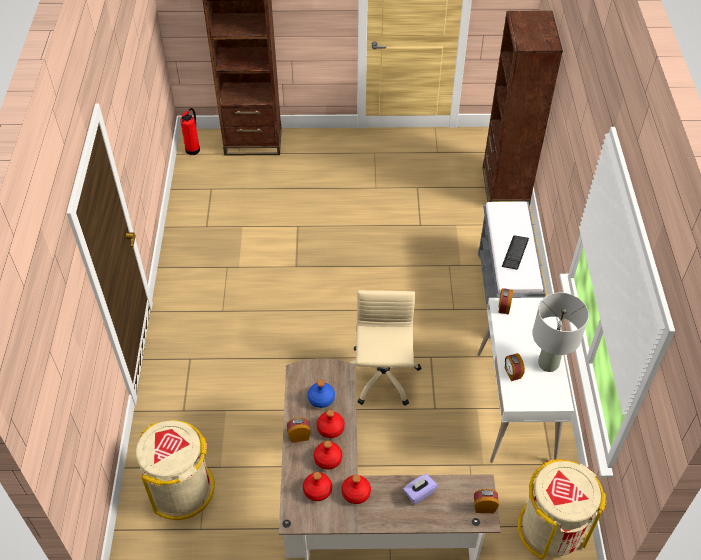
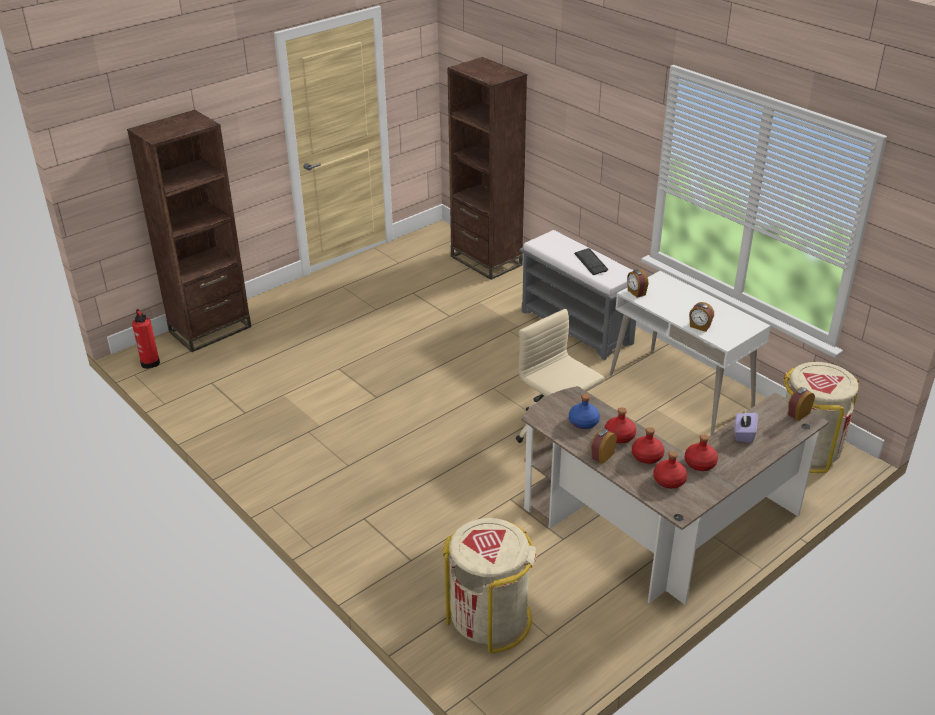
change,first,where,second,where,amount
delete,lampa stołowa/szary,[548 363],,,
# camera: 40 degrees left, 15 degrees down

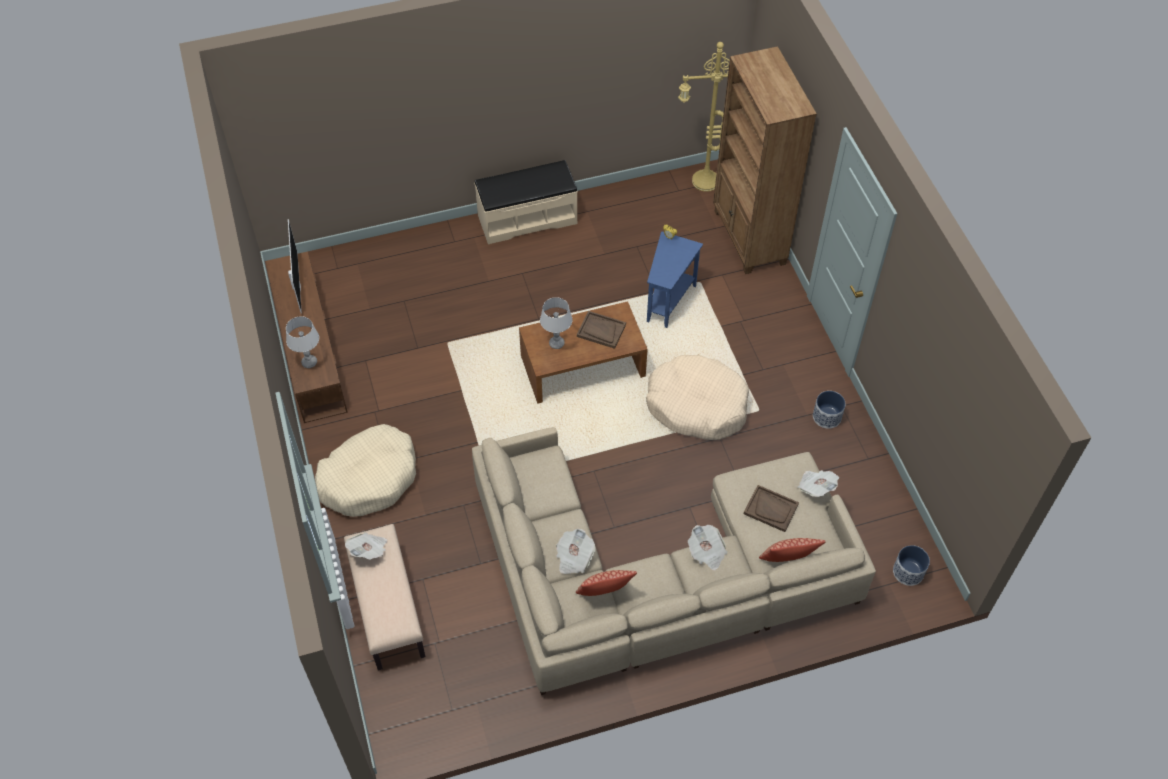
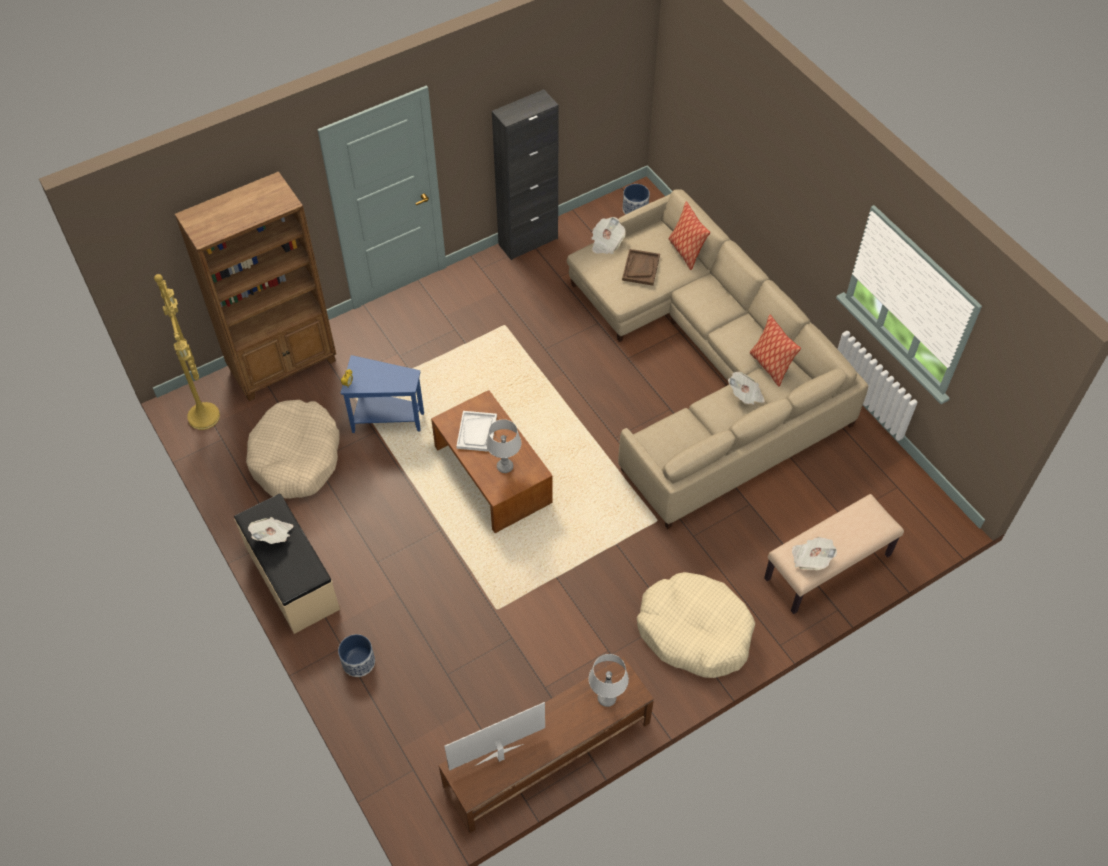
change,first,where,second,where,amount
insert,,,szafka/czarny,[528 241],
move,legowisko/beżowy,[697 405],,[296 458],
move,gazeta,[707 552],,[273 535],
move,donica,[826 417],,[358 662],
recolor,taca/brązowy,[601 330],taca/biały,[477 432],
# camera: 105 degrees left, 0 degrees up

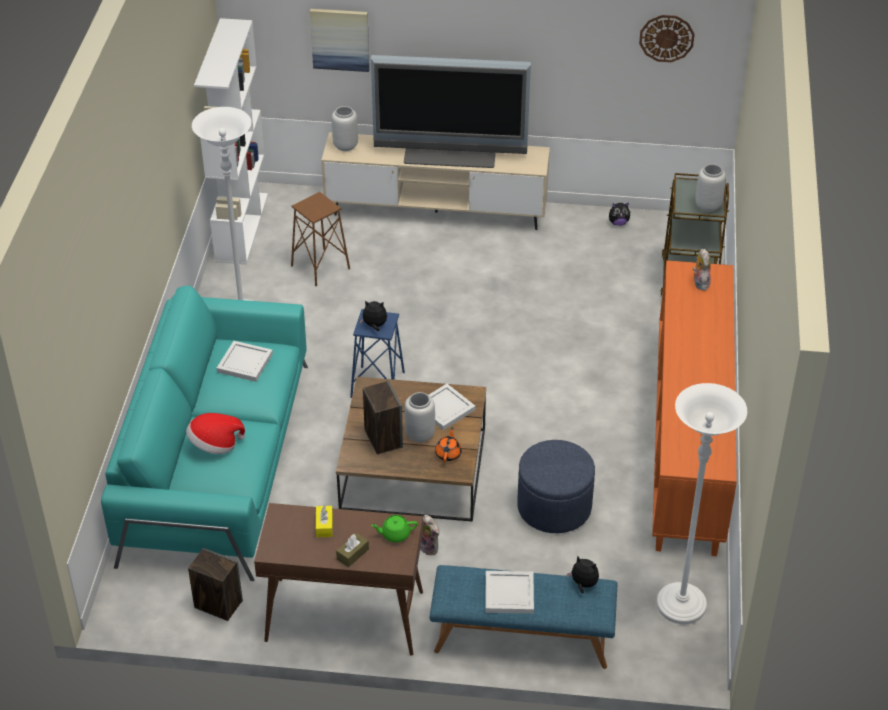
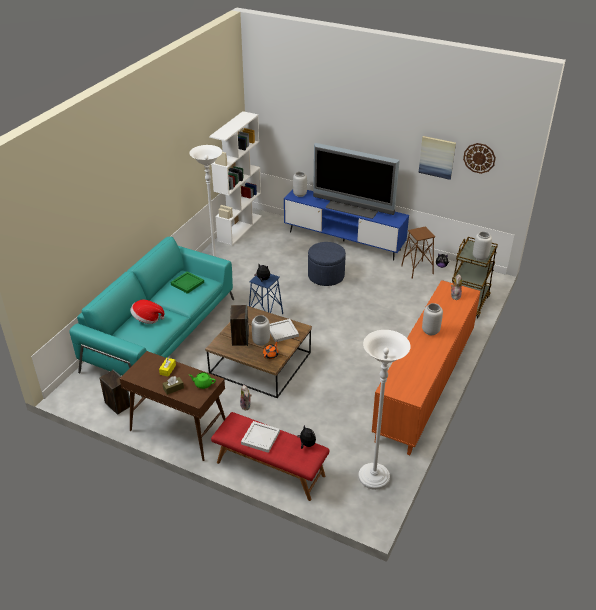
change,first,where,second,where,amount
insert,,,wazon/szary,[431 331],
move,stołek/brązowy,[320 267],,[417 270],
move,obraz,[340 39],,[437 157],
move,pufa/niebieski,[554 507],,[326 276],
recolor,taca/biały,[245 363],taca/zielony,[187 284],
recolor,szafka pod telewizor/beżowy,[436 212],szafka pod telewizor/niebieski,[343 241],
recolor,ławka/niebieski,[522 638],ławka/czerwony,[270 469],
# camera: 20 degrees right, 5 degrees down

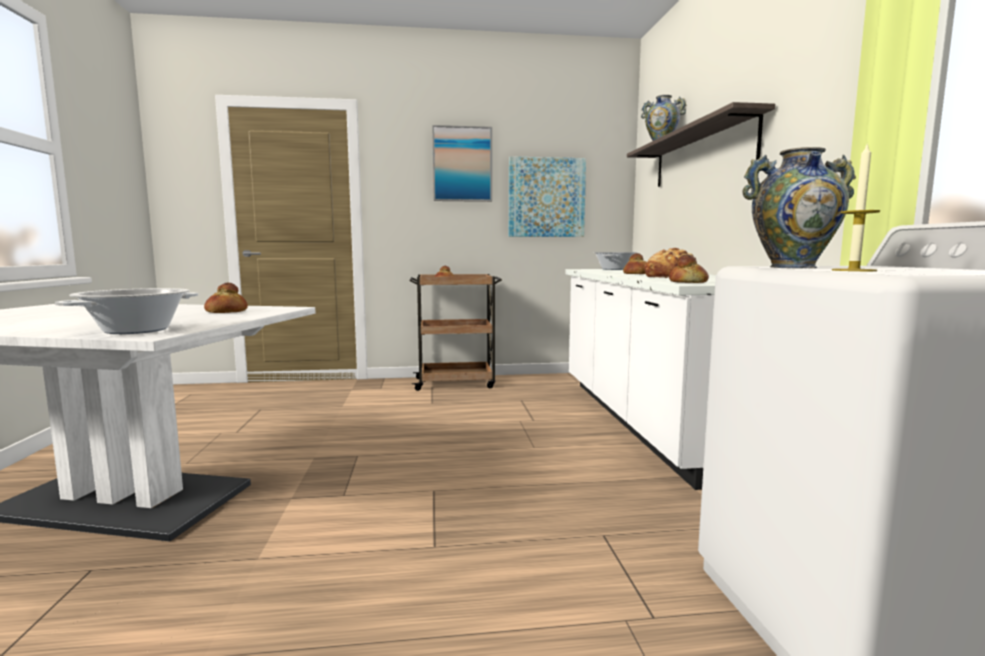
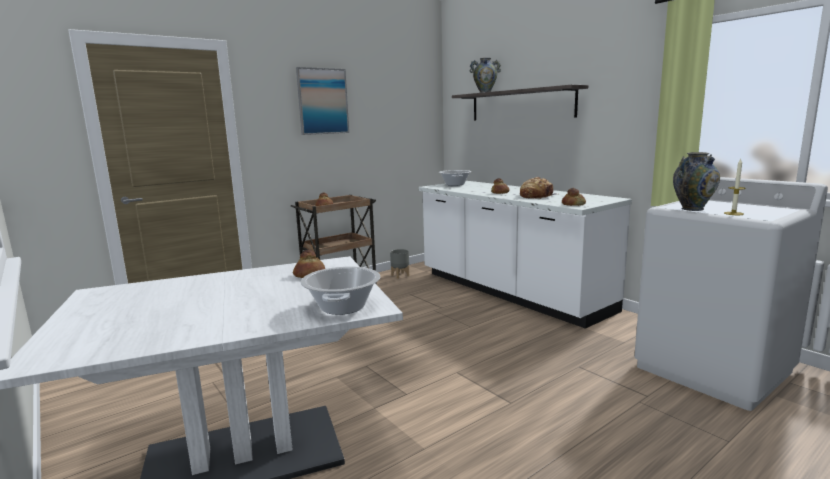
change,first,where,second,where,amount
delete,obraz,[546 197],,,
insert,,,donica/szary,[400 275],
# camera: 30 degrees left, 5 degrees up

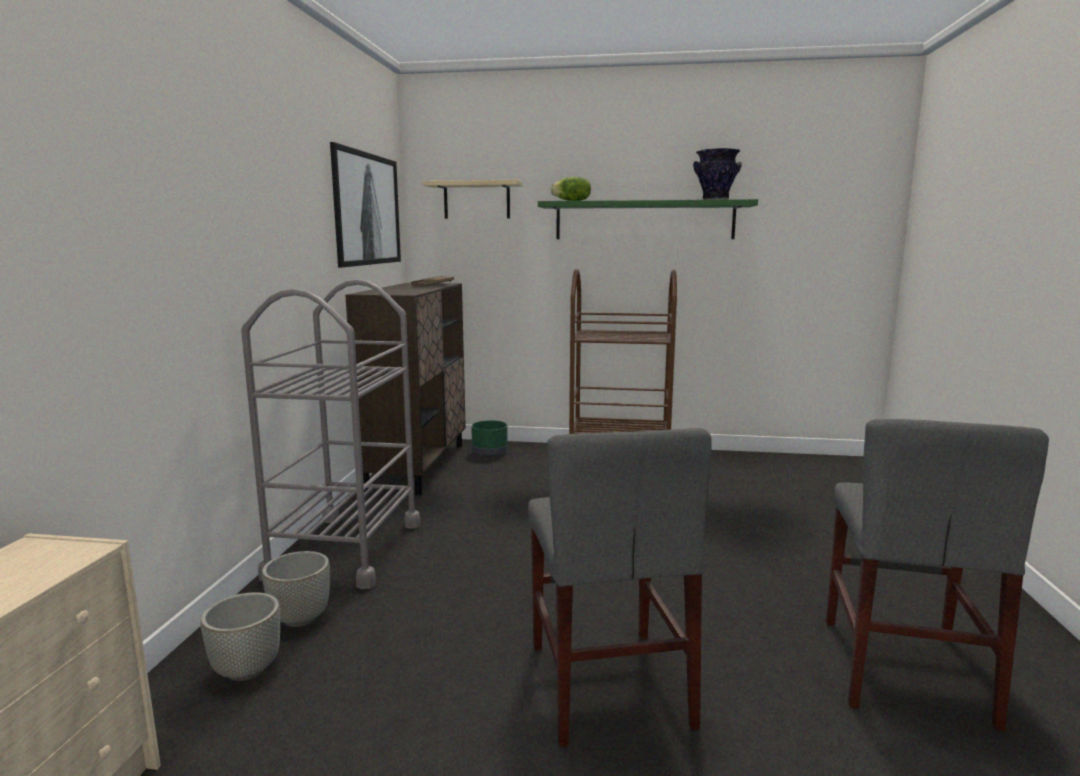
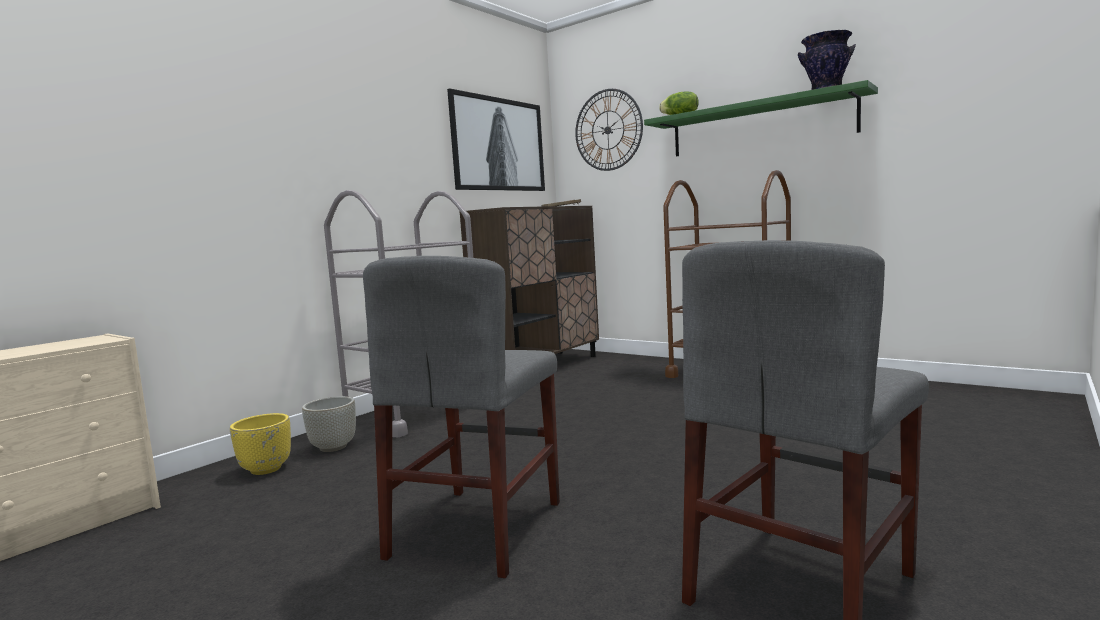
change,first,where,second,where,amount
delete,donica/zielony,[489 452],,,
replace,półka/beżowy,[477 200],zegar ścienny,[608 130],
recolor,donica/szary,[246 670],donica/żółty,[265 469],
# camera: 30 degrees right, 5 degrees down

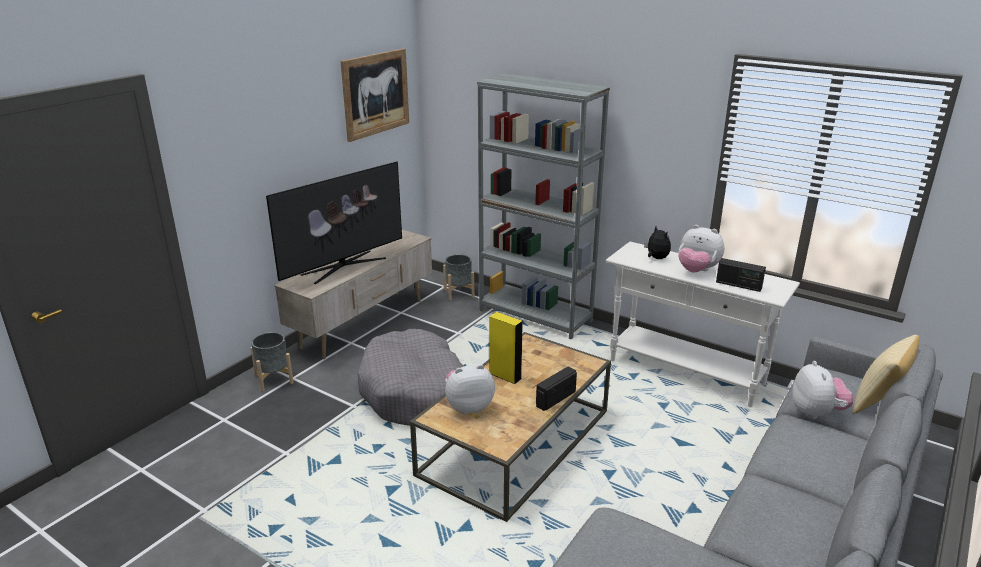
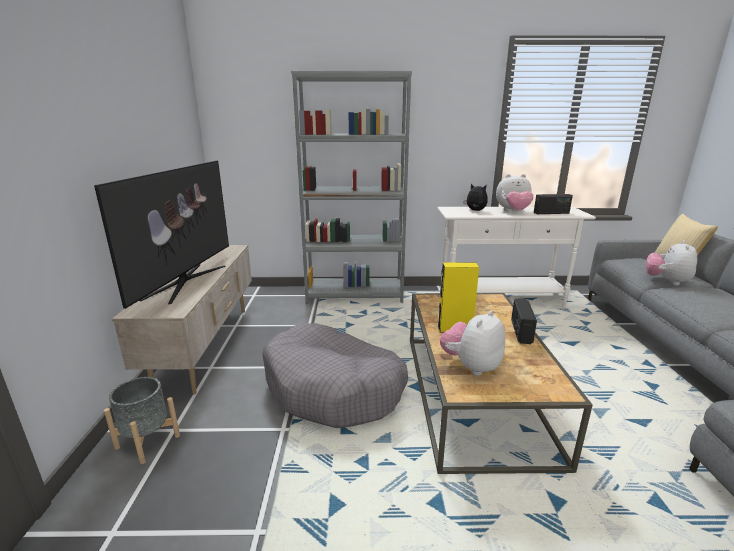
change,first,where,second,where,amount
delete,obraz,[376 94],,,
delete,donica/szary,[458 293],,,
rotate,pluszak,[816 413],,[666 281],120 degrees counterclockwise
# camera: 35 degrees left, 5 degrees down

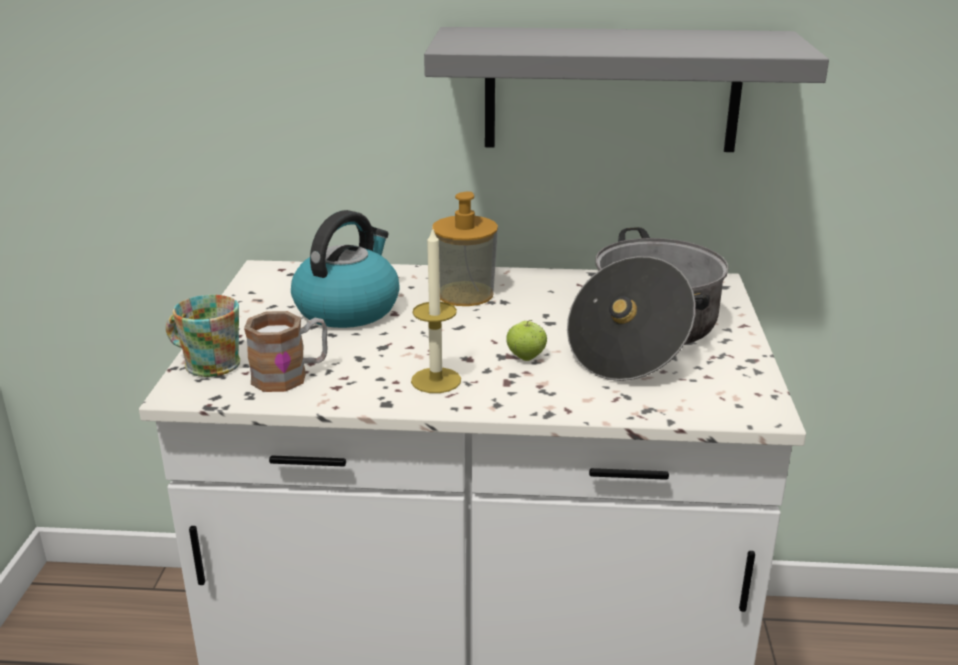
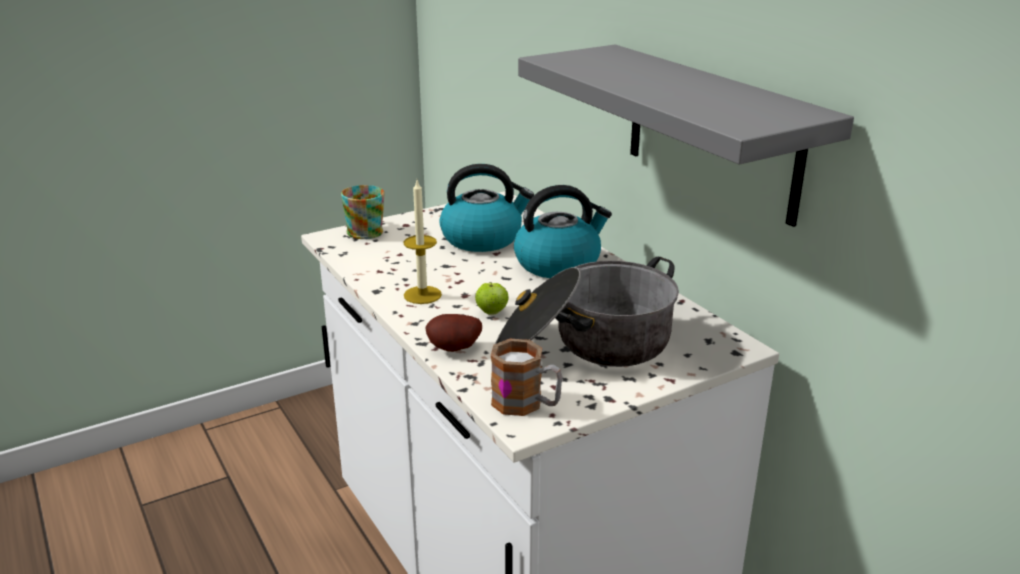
change,first,where,second,where,amount
insert,,,ziemniak,[455 350],
move,kubek,[291 376],,[526 404],
replace,dozownik mydła,[465 294],czajnik,[558 263],
# camera: 55 degrees right, 0 degrees up

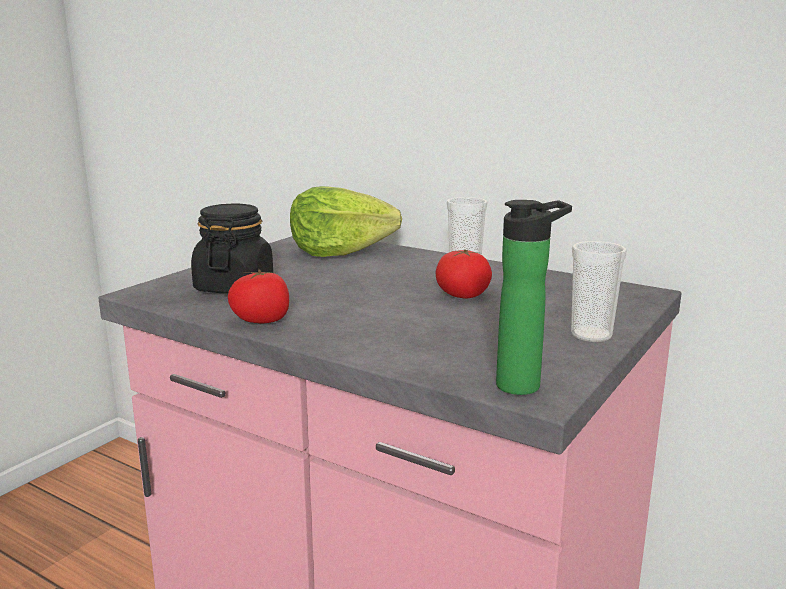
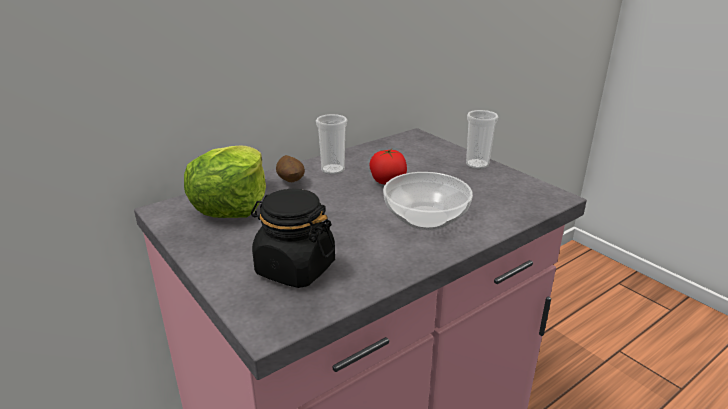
change,first,where,second,where,amount
delete,pomidor,[261 320],,,
delete,butelka,[524 385],,,
insert,,,ziemniak,[291 181],
insert,,,miska,[426 218],
# camera: 70 degrees left, 10 degrees up

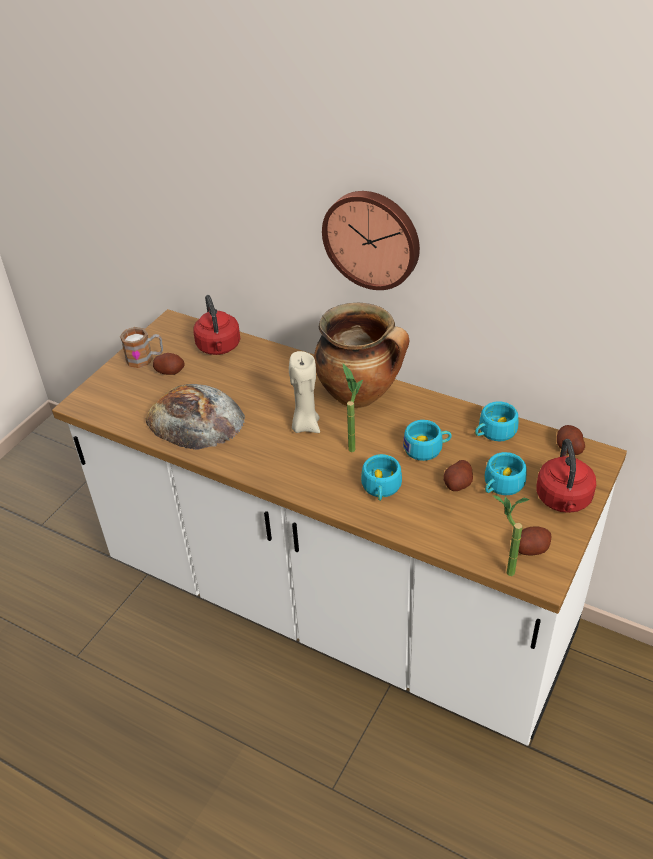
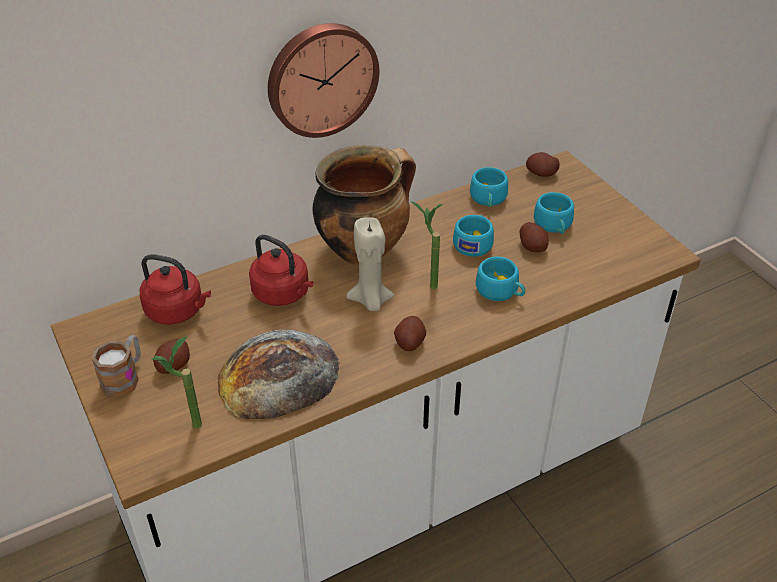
change,first,where,second,where,amount
move,roślina doniczkowa,[502 570],,[188 428],
move,ziemniak,[531 548],,[409 342],
move,czajnik/czerwony,[563 500],,[283 294],
# camera: 60 degrees left, 0 degrees up

